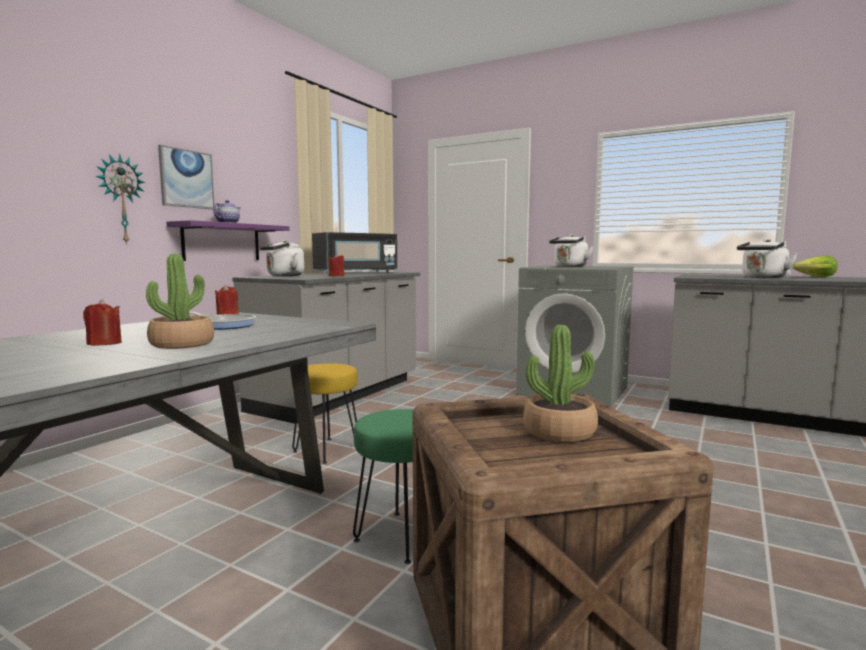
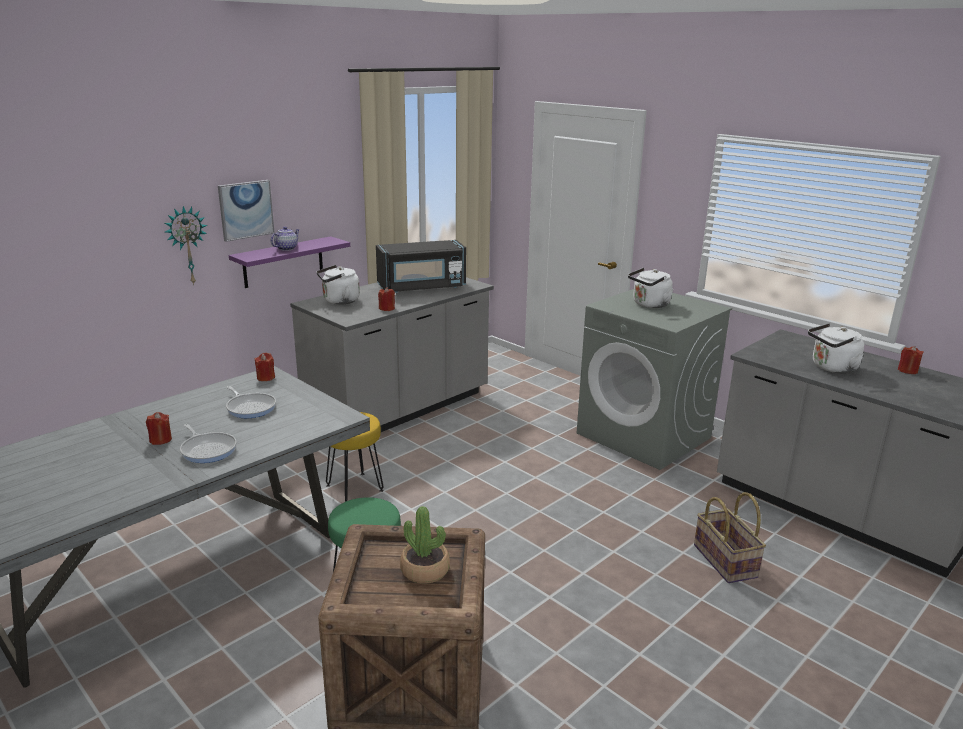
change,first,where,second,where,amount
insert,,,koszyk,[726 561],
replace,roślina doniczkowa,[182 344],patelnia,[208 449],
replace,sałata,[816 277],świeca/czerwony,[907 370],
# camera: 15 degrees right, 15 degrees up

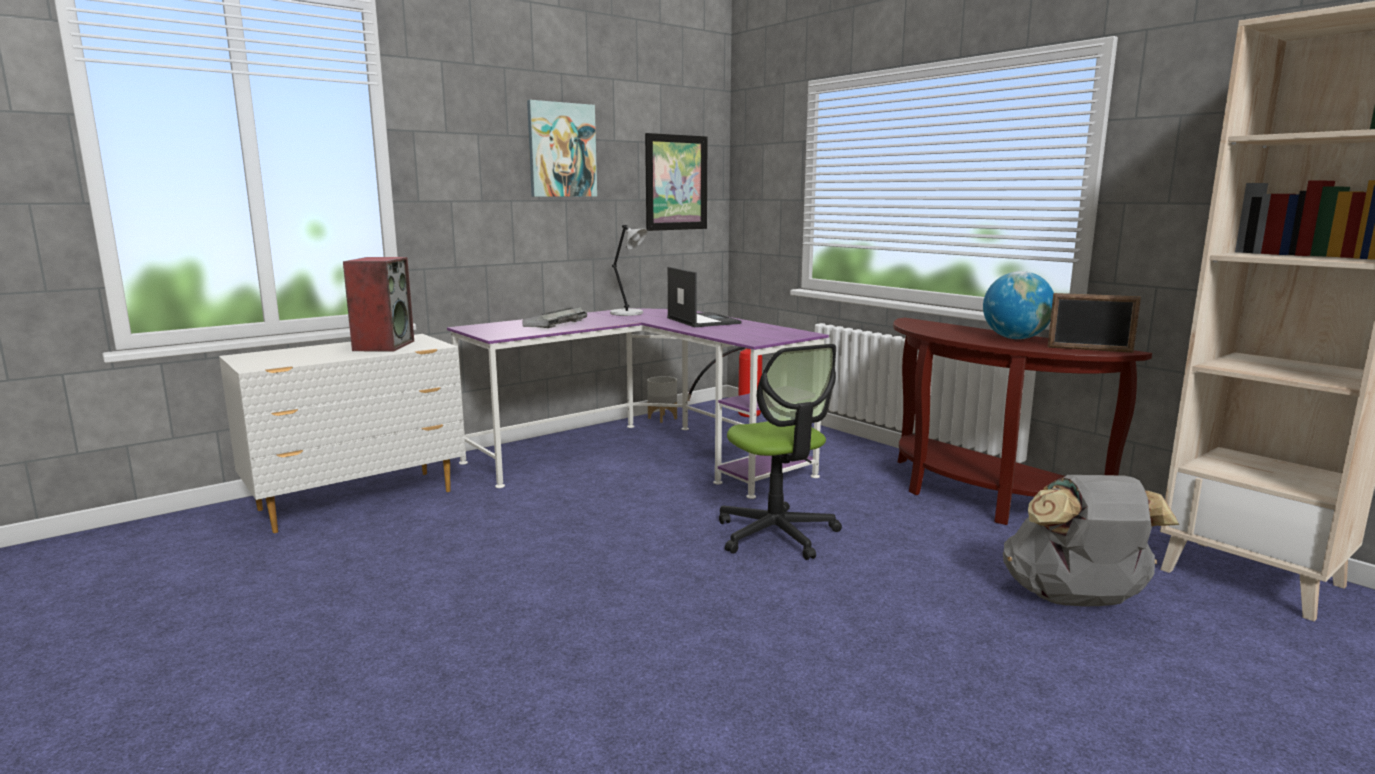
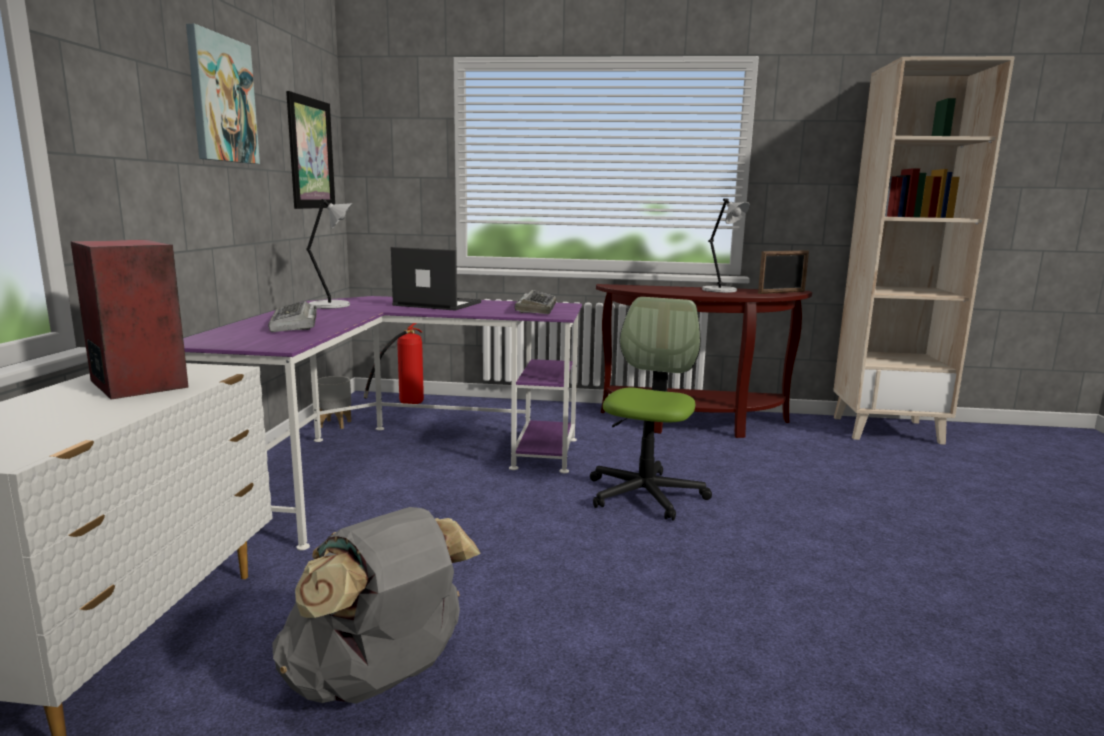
change,first,where,second,where,amount
insert,,,klawiatura,[536 308],
move,plecak/szary,[1075 600],,[378 679],
replace,globus,[1015 338],lampa stołowa/szary,[721 290],
rotate,krzesło biurowe,[776 534],,[645 494],90 degrees counterclockwise
# camera: 45 degrees left, 0 degrees up

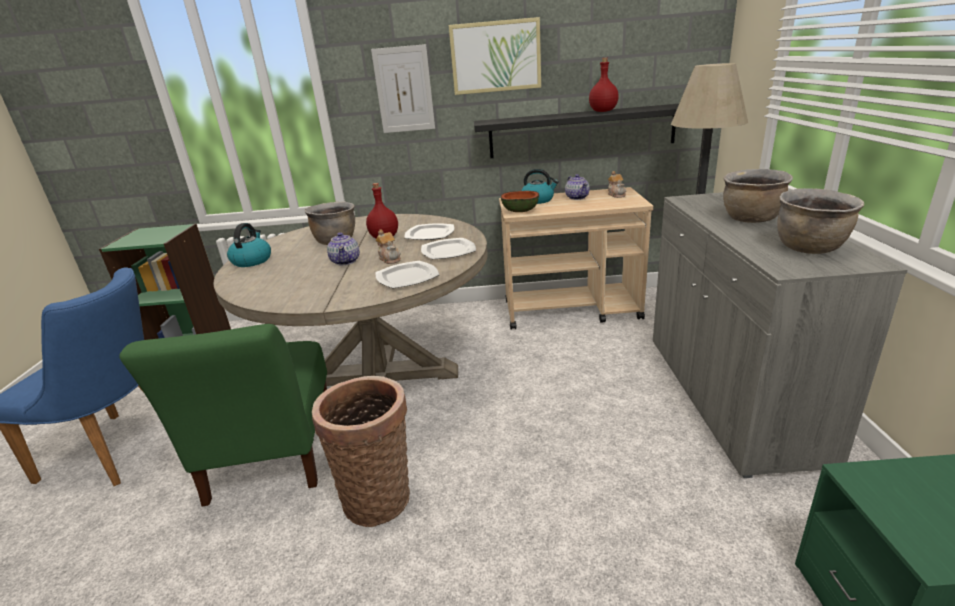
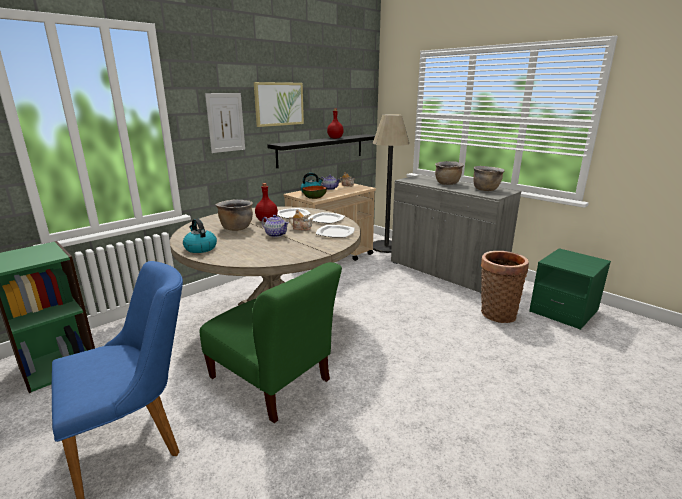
change,first,where,second,where,amount
move,koszyk,[378 495],,[496 313],
# camera: 45 degrees left, 5 degrees down

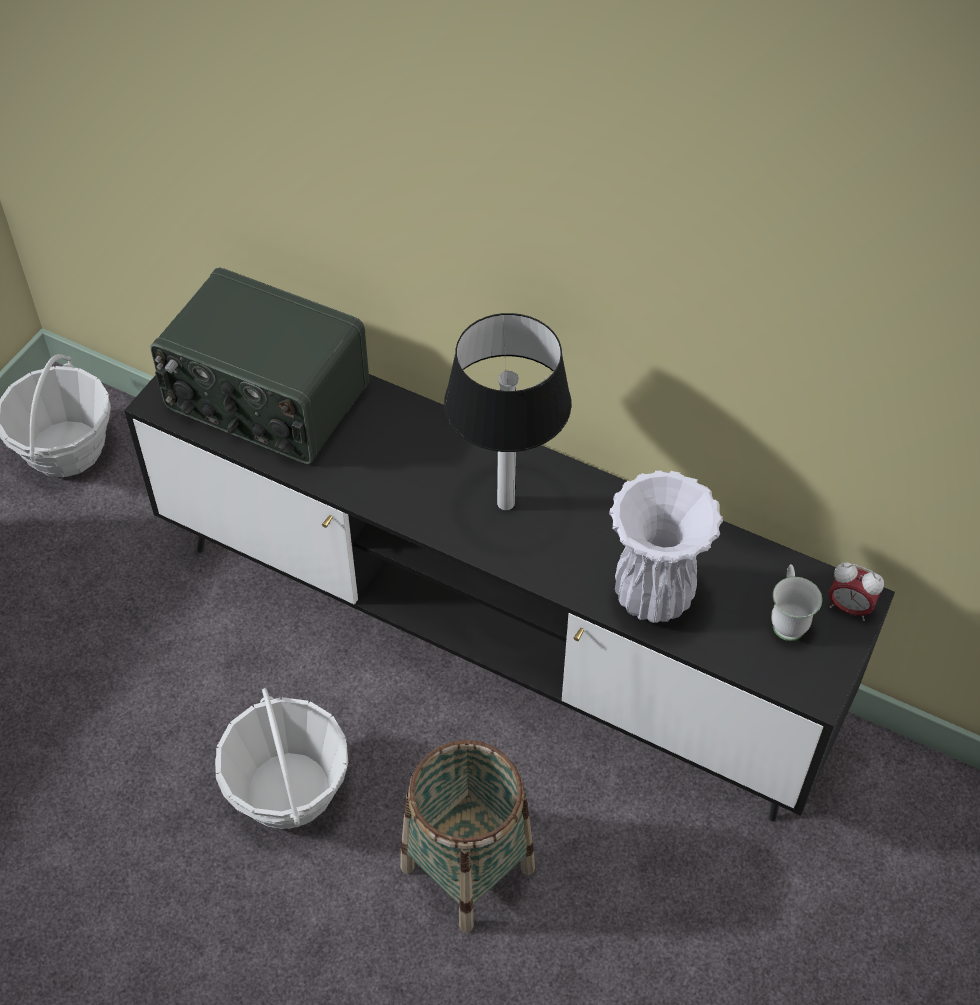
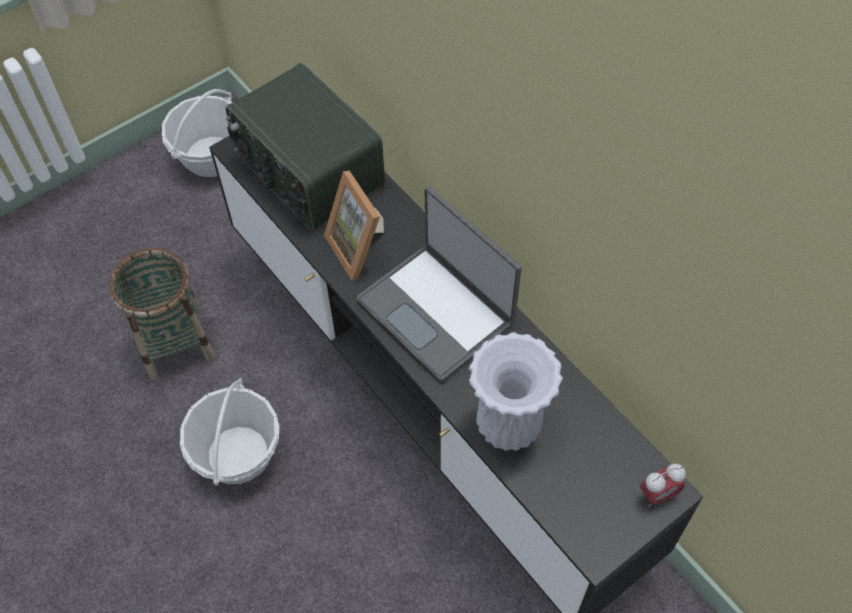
change,first,where,second,where,amount
delete,kubek/biały,[787 620],,,
insert,,,ramka na zdjęcie,[361 248],
move,koszyk,[467 868],,[175 343],
replace,lampa stołowa,[507 502],laptop,[437 311],
rotate,budzik,[849 608],,[658 495],75 degrees counterclockwise
# camera: 25 degrees right, 5 degrees up

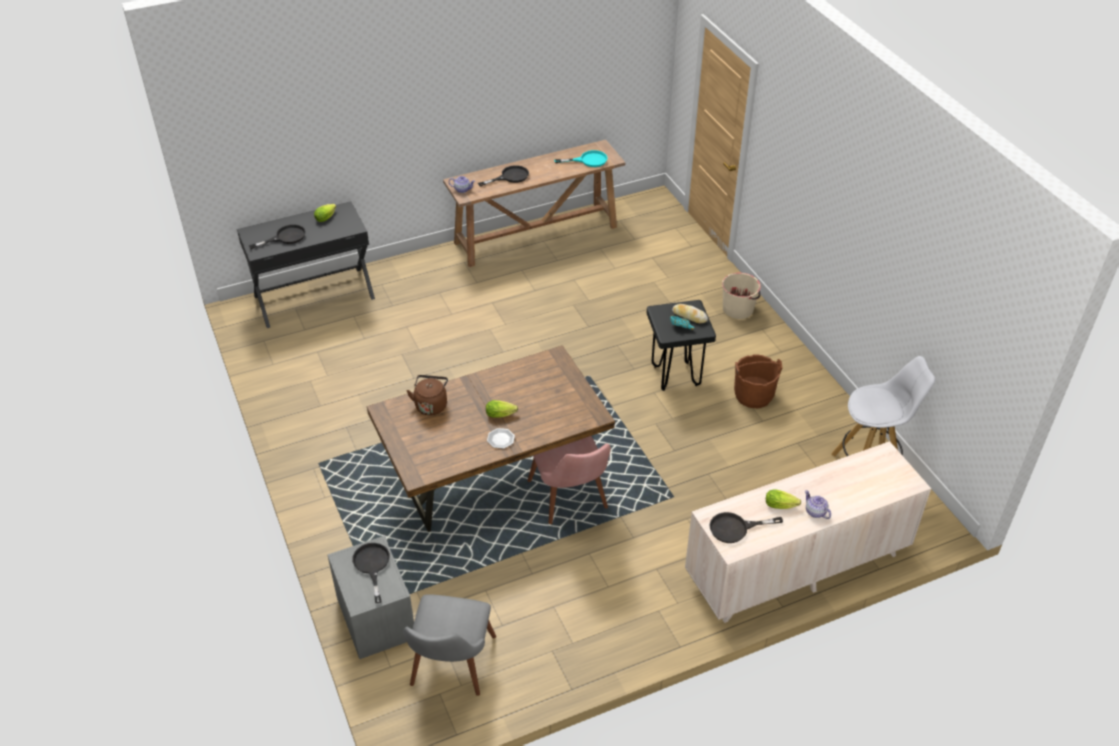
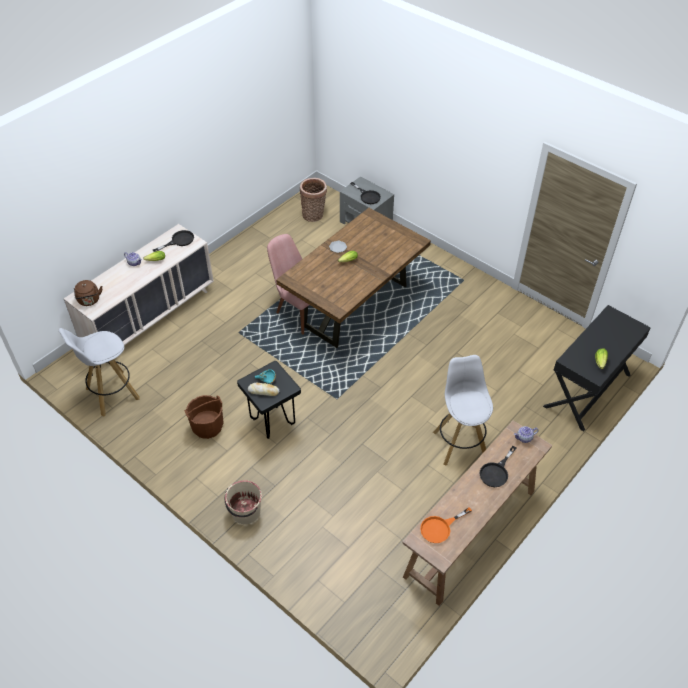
change,first,where,second,where,amount
delete,patelnia/czarny,[285 237],,,
insert,,,stołek/biały,[459 443],
move,czajnik/brązowy,[431 404],,[89 301],
replace,krzesło/szary,[450 670],koszyk,[314 215],
recolor,patelnia/turkusowy,[588 160],patelnia/pomarańczowy,[440 528],
# camera: 155 degrees right, 5 degrees up

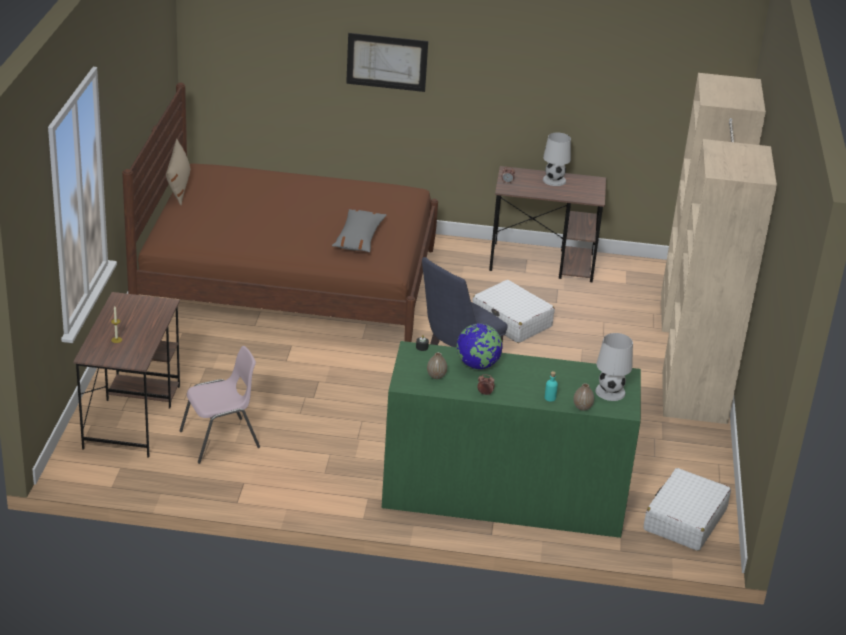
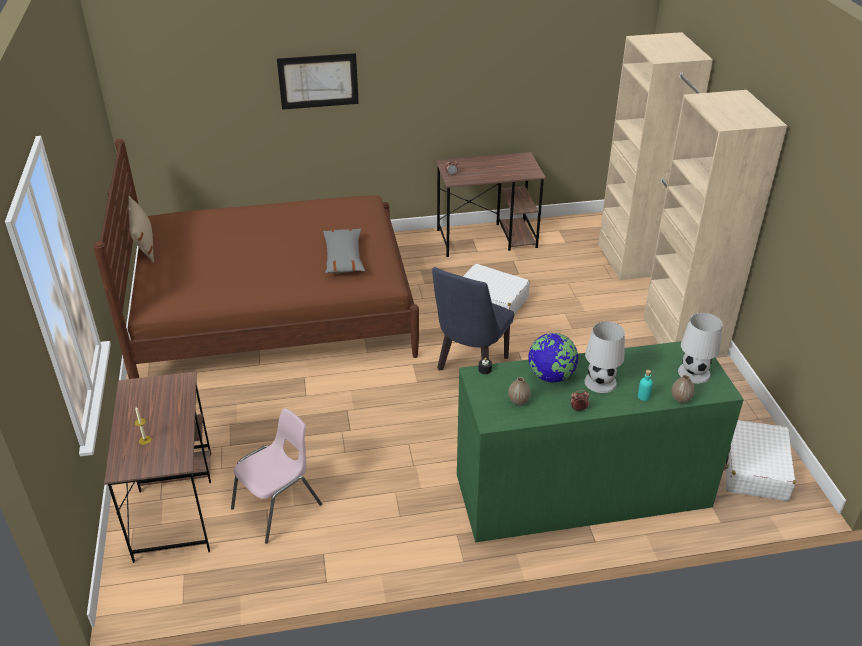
change,first,where,second,where,amount
move,lampa stołowa/biały,[554 180],,[601 382],
# camera: 15 degrees left, 5 degrees up

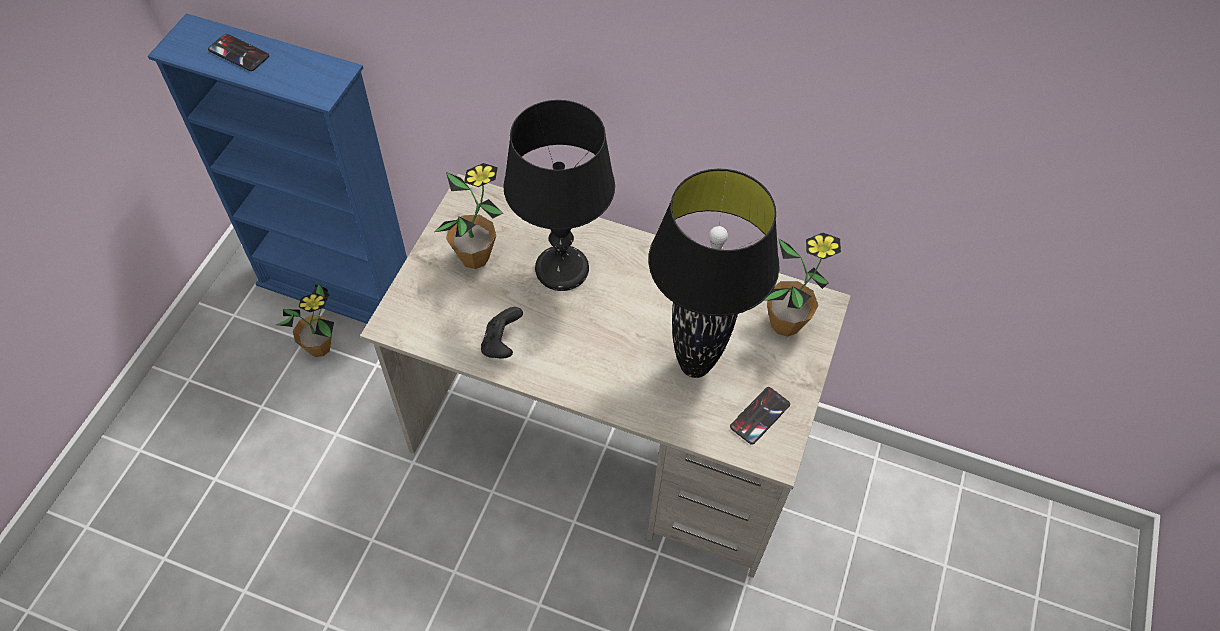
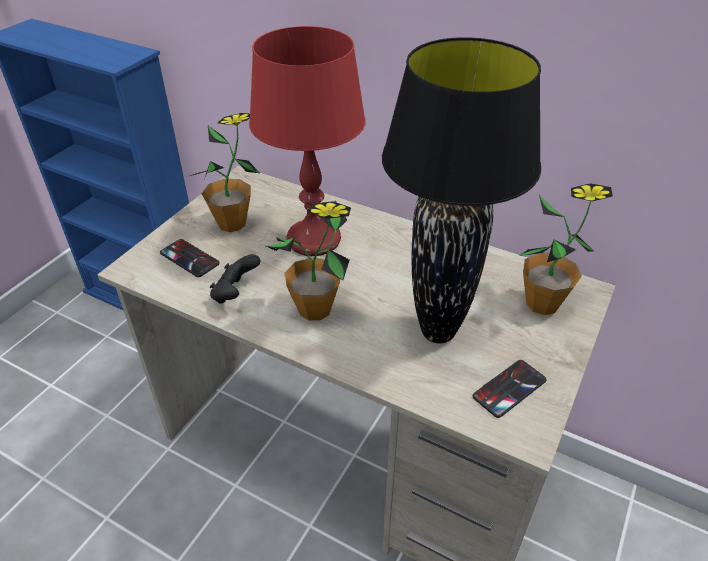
change,first,where,second,where,amount
move,telefon,[239 53],,[189 258],
move,roślina doniczkowa,[319 347],,[315 309],
recolor,lampa stołowa/czarny,[562 270],lampa stołowa/czerwony,[314 240],
# camera: 10 degrees right, 15 degrees down

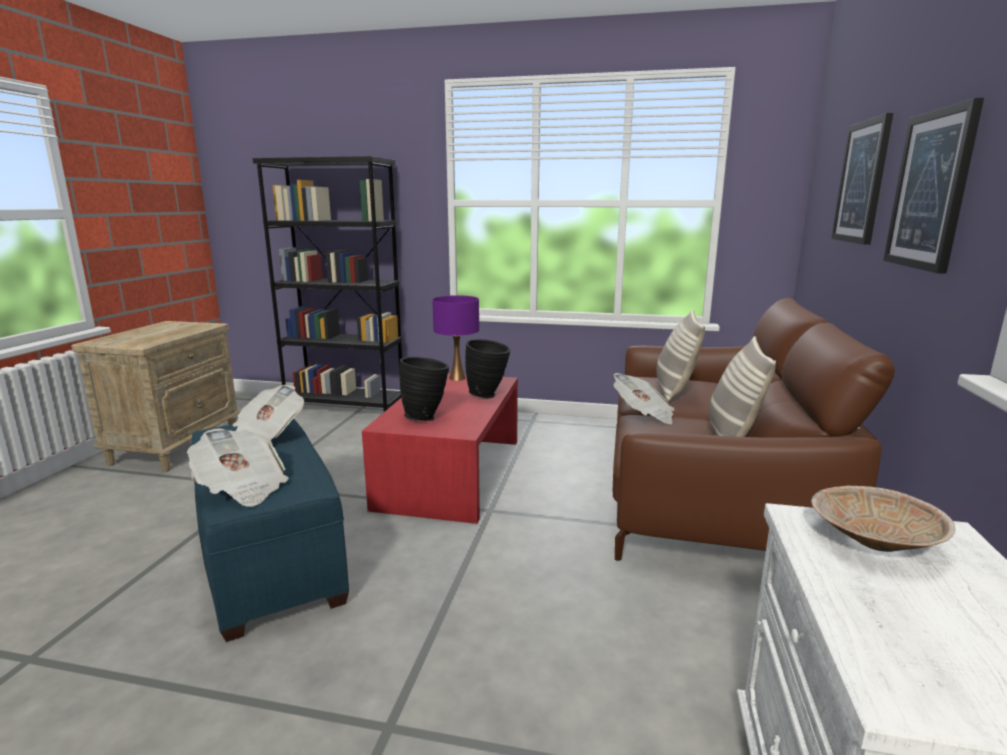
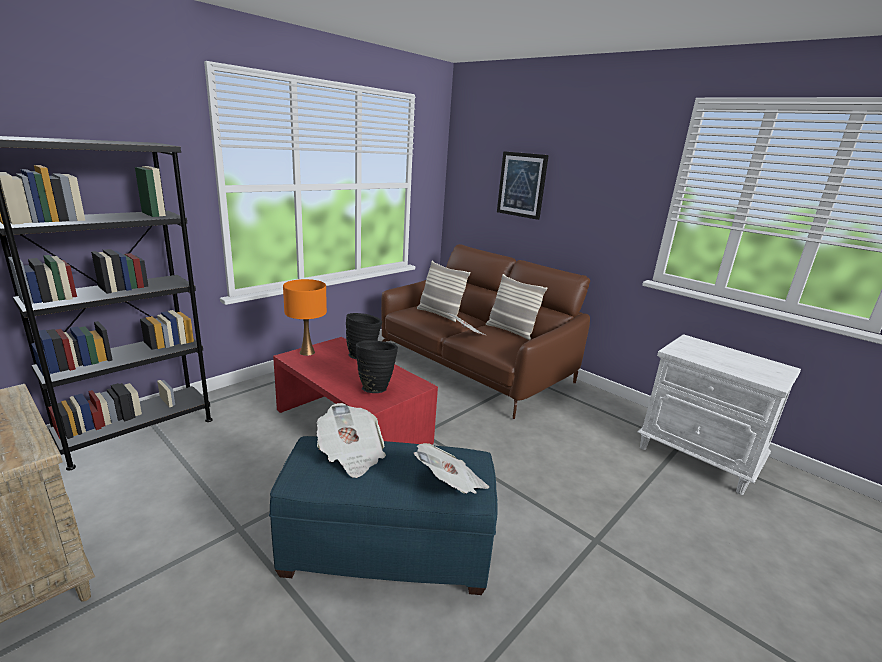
change,first,where,second,where,amount
delete,miska/beżowy,[872 542],,,
delete,obraz,[930 190],,,
recolor,lampa stołowa/fioletowy,[457 378],lampa stołowa/pomarańczowy,[307 352],
# camera: 60 degrees left, 5 degrees up

